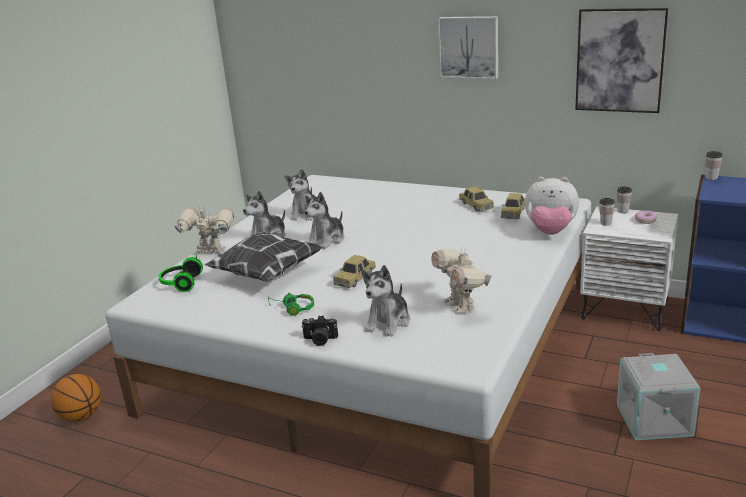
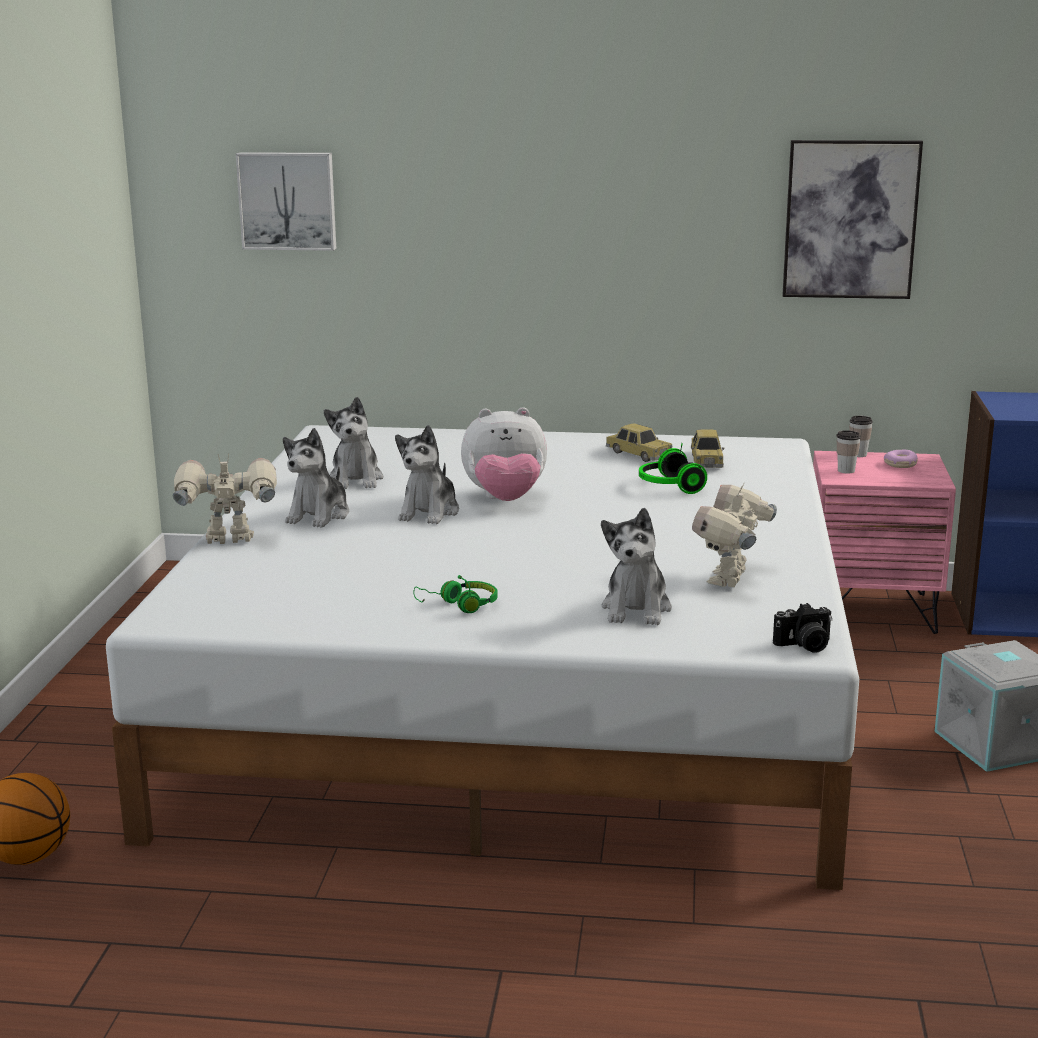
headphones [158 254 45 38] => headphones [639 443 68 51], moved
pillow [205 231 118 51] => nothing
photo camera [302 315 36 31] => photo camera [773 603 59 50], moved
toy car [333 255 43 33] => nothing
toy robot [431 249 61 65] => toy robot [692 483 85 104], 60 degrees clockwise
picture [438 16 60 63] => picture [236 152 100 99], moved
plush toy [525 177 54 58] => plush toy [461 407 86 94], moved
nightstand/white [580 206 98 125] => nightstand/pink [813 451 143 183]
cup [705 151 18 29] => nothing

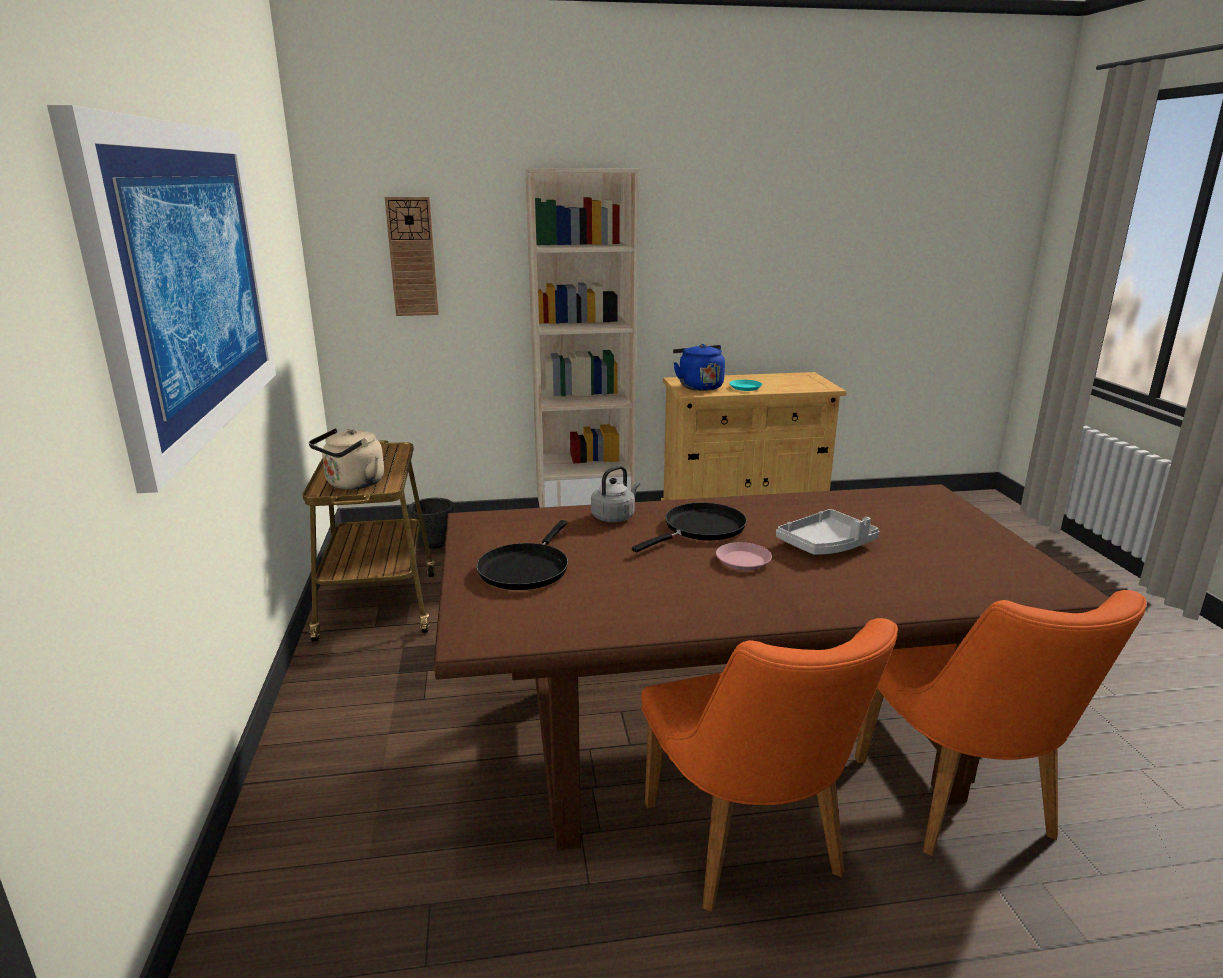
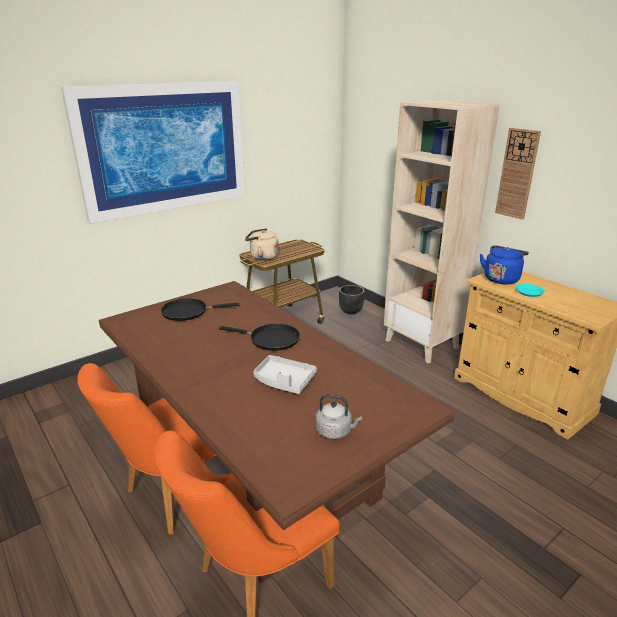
wall clock [385 197 54 119] => wall clock [495 128 46 92], moved
kettle/grey [591 466 49 56] => kettle/grey [315 394 47 45], moved
plate/pink [716 542 56 28] => nothing

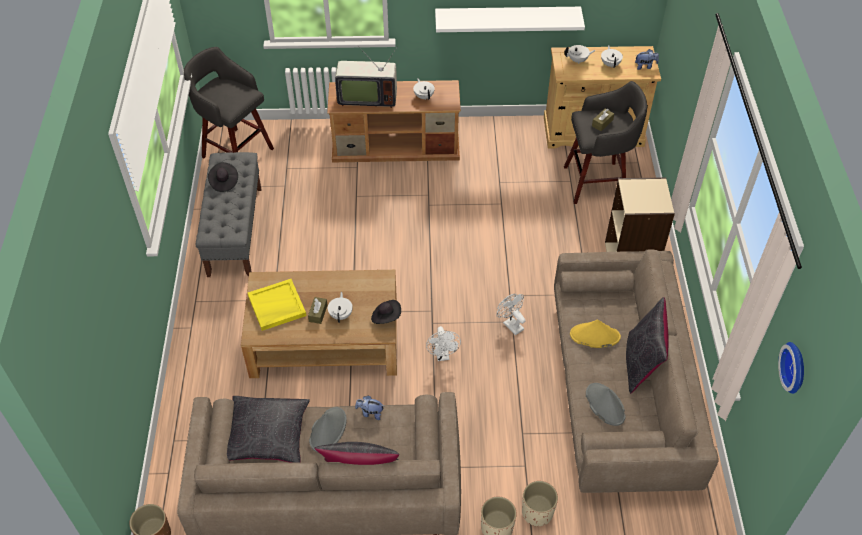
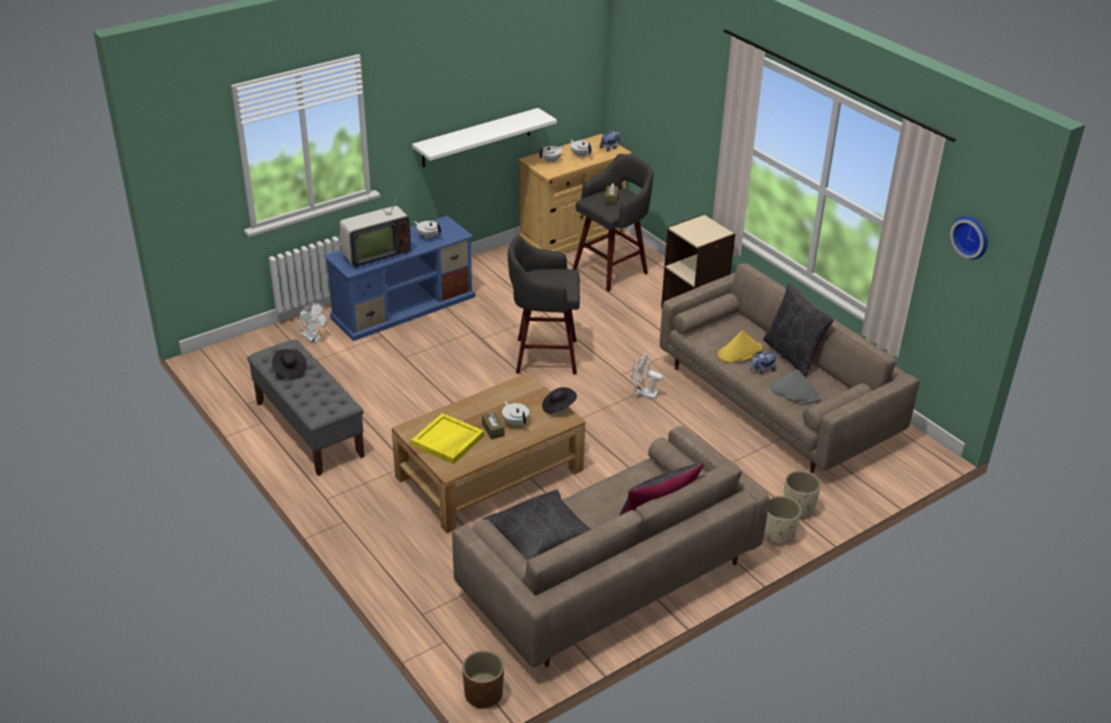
stool/grey [184 47 90 112] => stool/grey [508 236 72 139], moved
hat/grey [309 407 38 46] => nothing
tv stand/brown [327 80 134 82] => tv stand/blue [324 216 151 125]
plush toy [355 396 29 24] => plush toy [750 351 27 23], moved
fan/white [426 326 35 35] => fan/white [299 303 29 41], moved

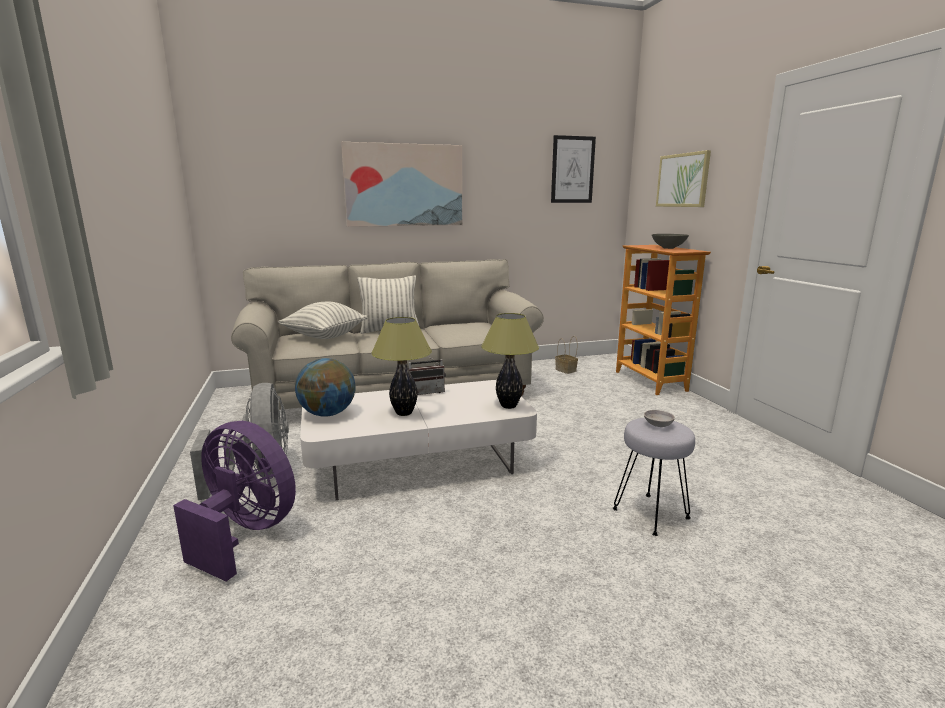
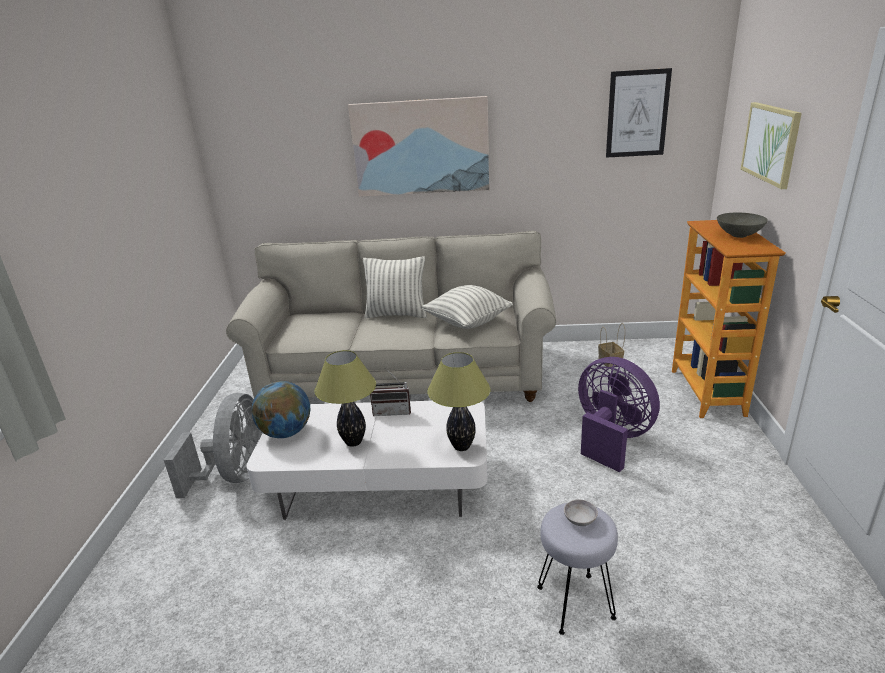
fan/purple [173 421 123 160] => fan/purple [578 357 82 116], moved
pillow [278 302 89 37] => pillow [421 285 92 44], moved

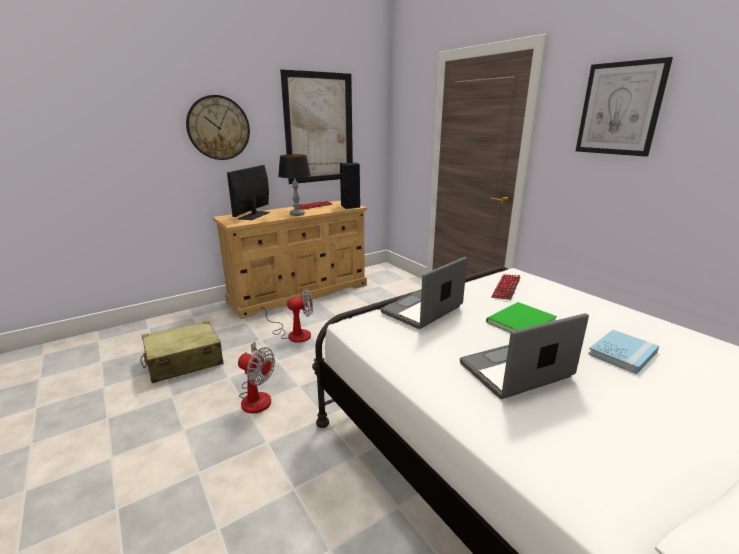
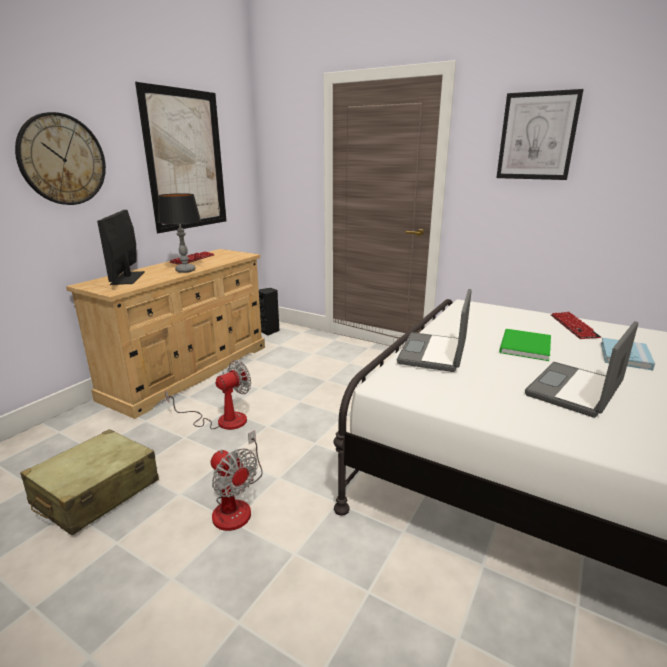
fan [238 342 37 71] => fan [211 430 52 101], 45 degrees clockwise
speaker/black [340 163 20 46] => speaker/black [259 288 20 48], moved
keyboard [491 274 30 26] => keyboard [551 312 50 27], moved

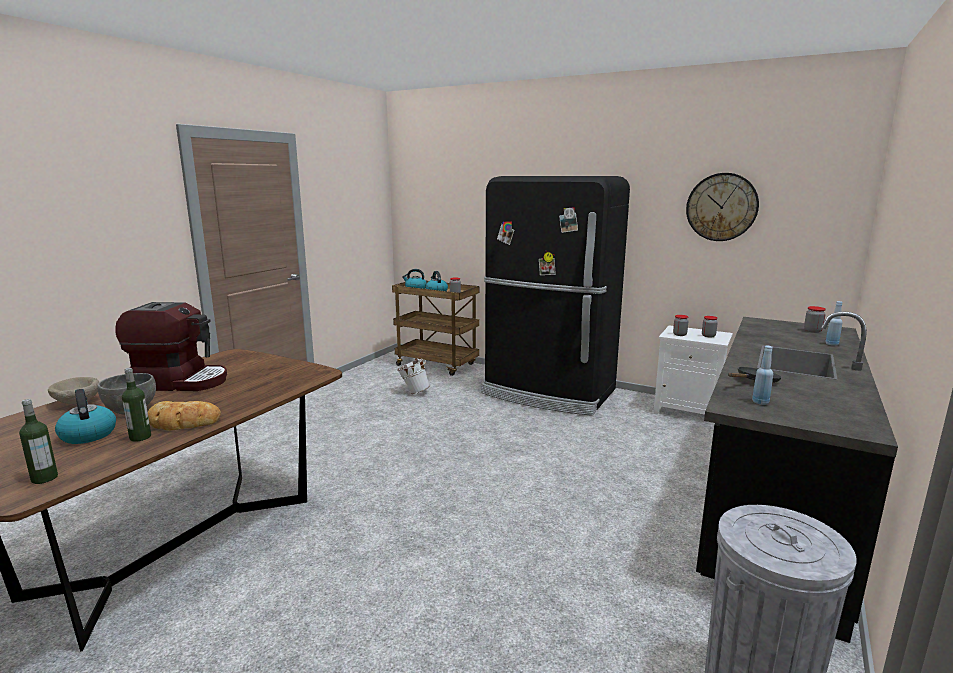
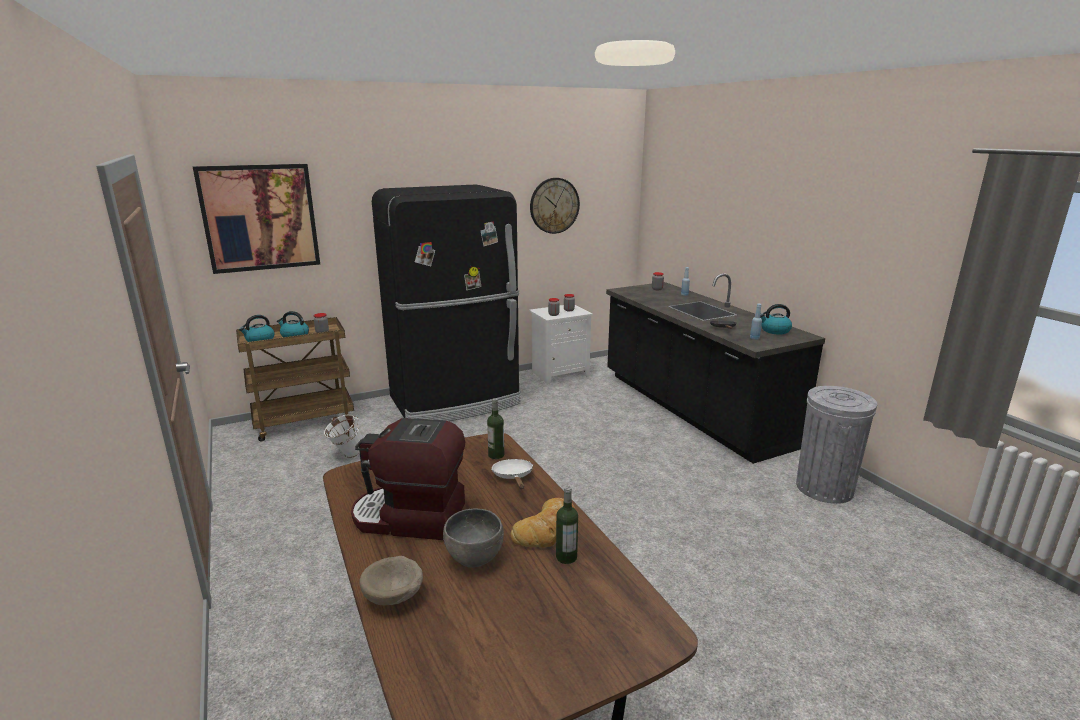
bottle [19 399 39 85] => bottle [487 398 17 61], moved
kettle [55 389 61 55] => kettle [760 304 32 31], moved
coffee machine [115 302 112 89] => coffee machine [351 418 114 122], 120 degrees counterclockwise
nothing => picture [193 164 127 110]
nothing => frying pan/white [491 459 42 30]

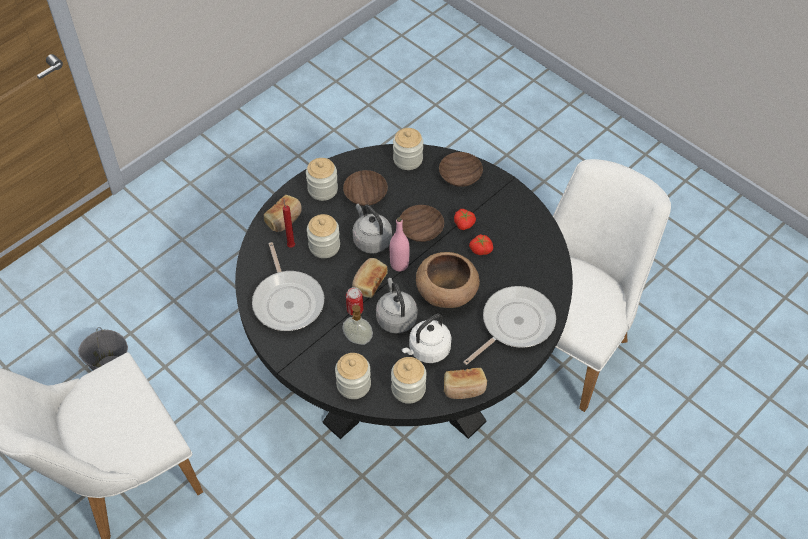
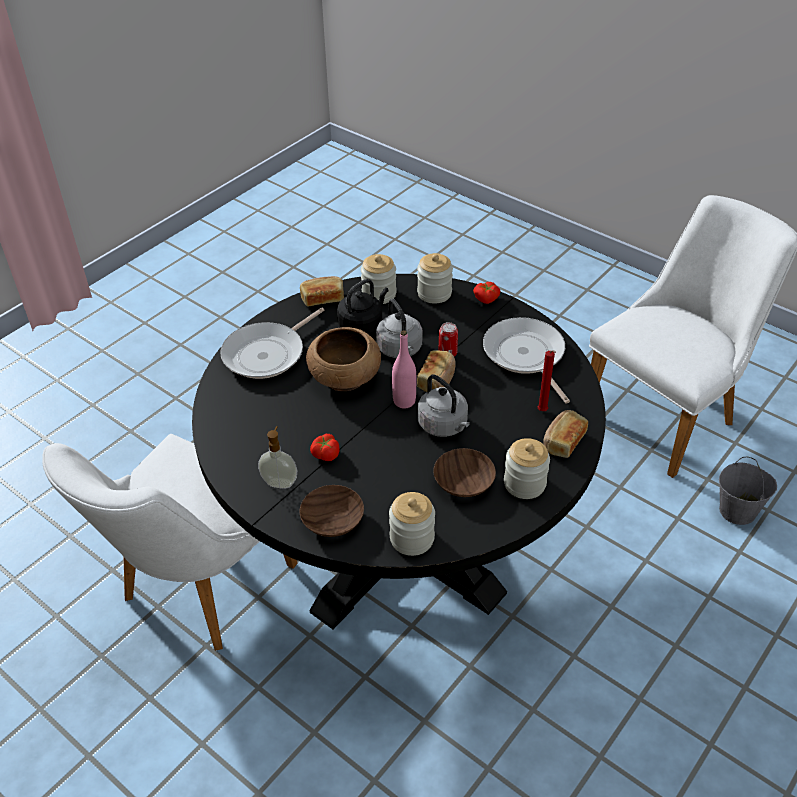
jar [307 214 33 44] => nothing
soap dispenser [342 305 31 40] => soap dispenser [258 426 39 63], moved
bowl/brown [400 205 44 37] => nothing
kettle/white [402 314 50 49] => kettle/black [337 279 52 55]
tomato [469 234 24 21] => tomato [473 282 27 22], moved

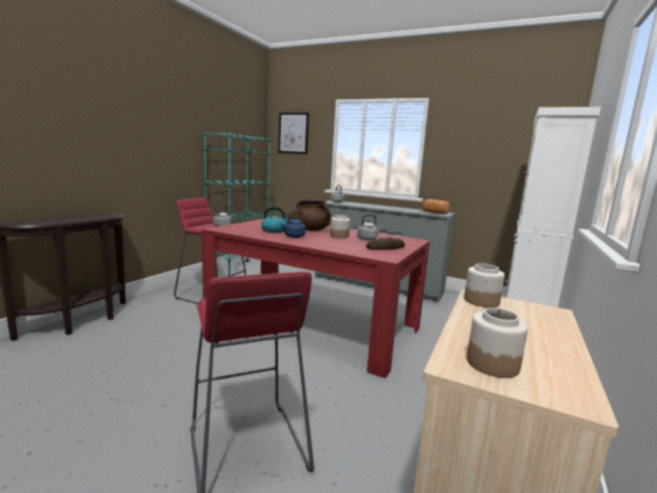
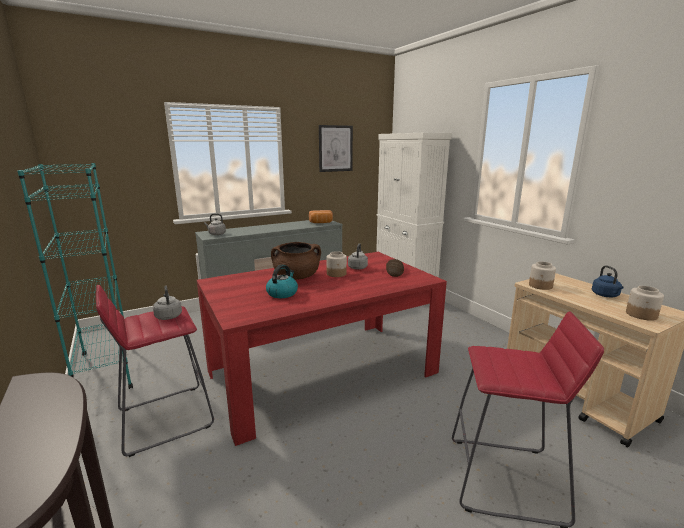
picture [278 112 31 42] => picture [319 125 34 47], moved
kettle/blue [280 211 26 27] => kettle/blue [592 266 32 31], moved

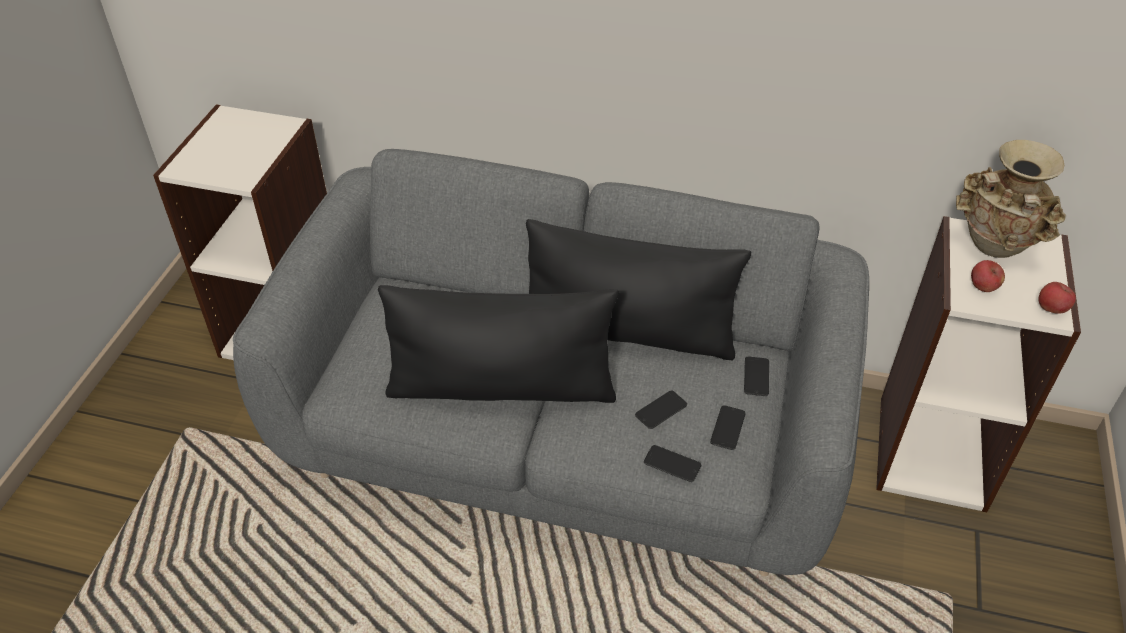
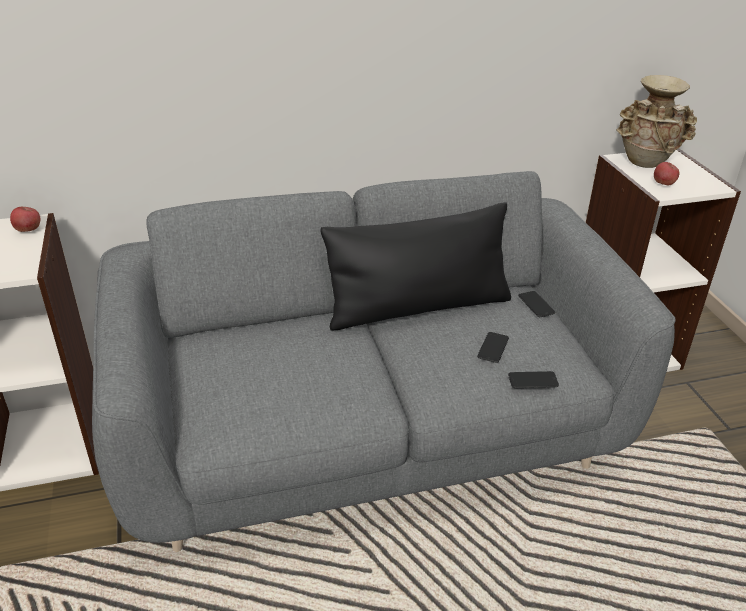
pillow/black [378 285 241 118] => nothing
phone [710 405 36 45] => nothing
apple [1038 282 38 32] => apple [10 207 30 25], moved

